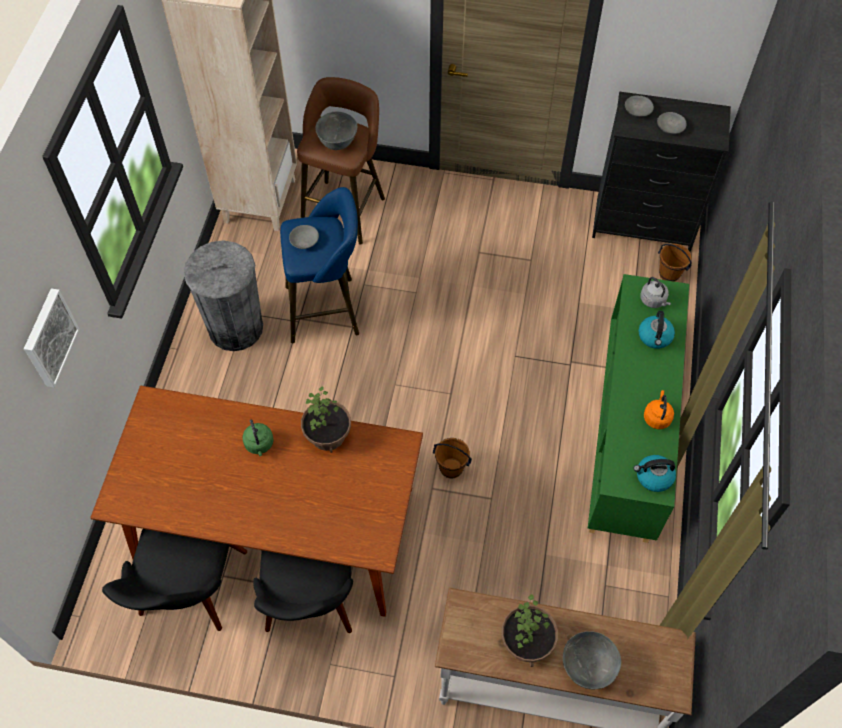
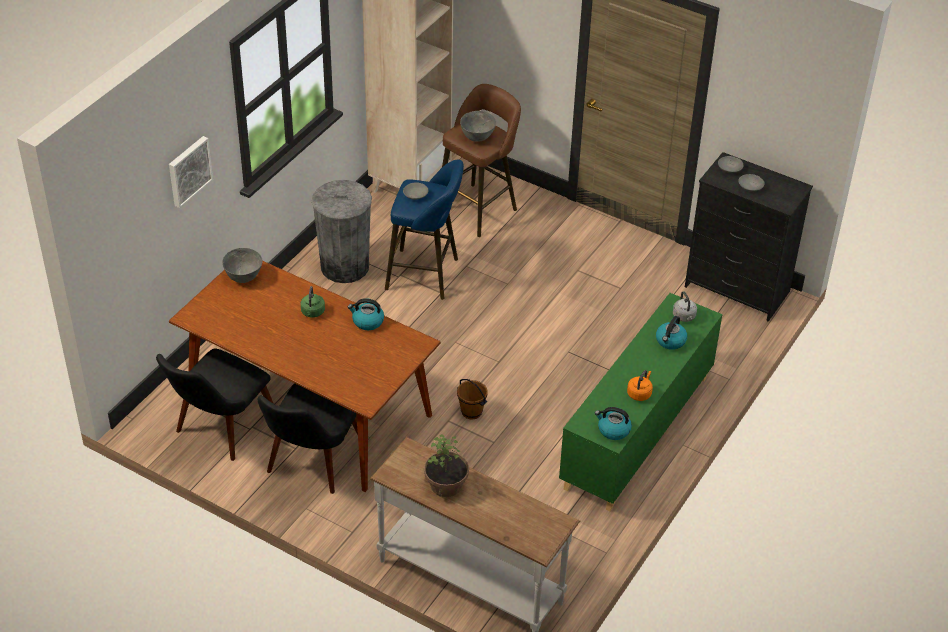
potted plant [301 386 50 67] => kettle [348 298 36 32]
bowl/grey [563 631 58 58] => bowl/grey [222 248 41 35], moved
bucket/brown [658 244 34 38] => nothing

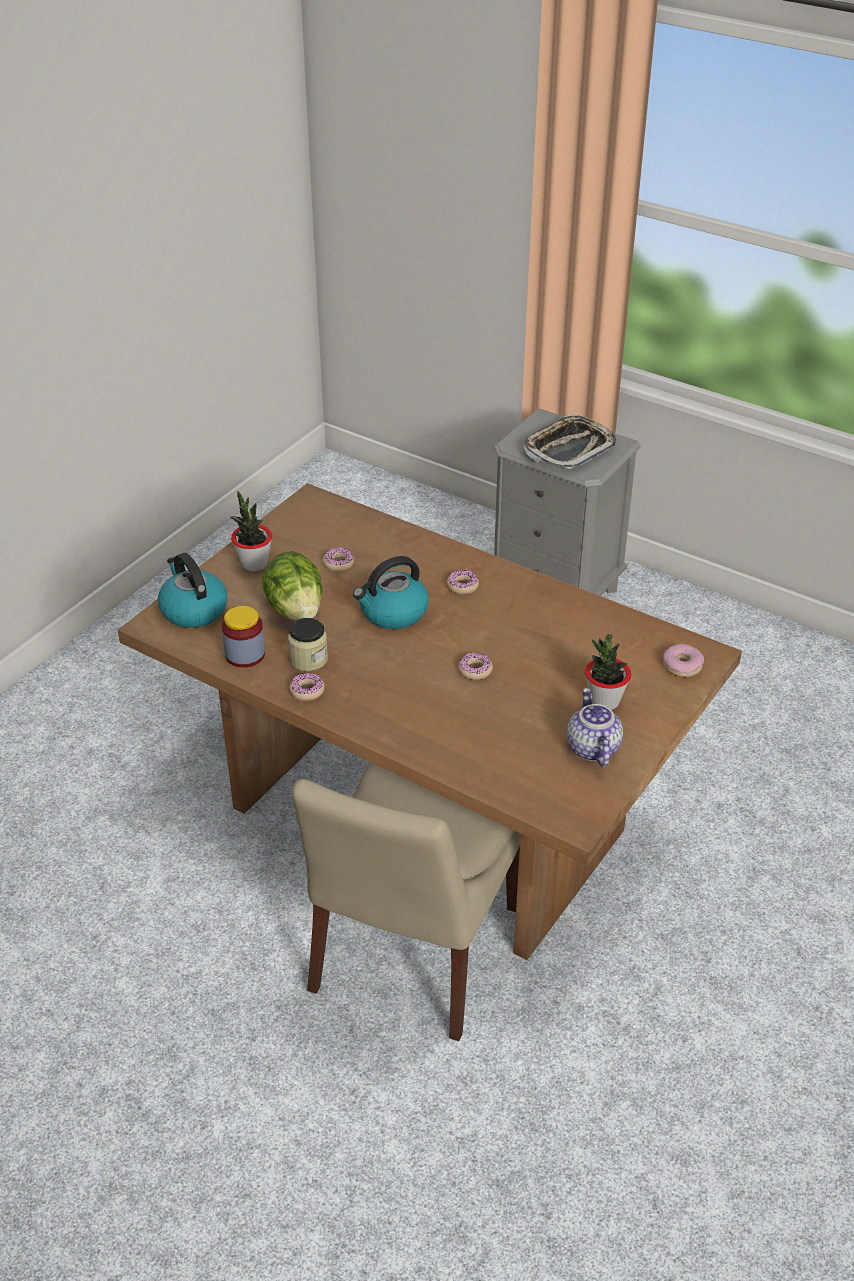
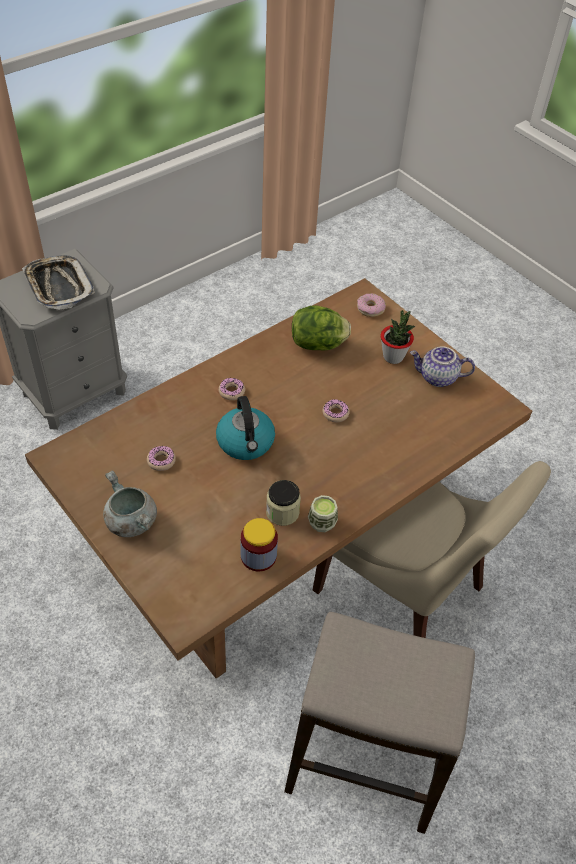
kettle [158 553 70 75] => nothing
potted plant [231 491 41 81] => cooking pot/grey [103 471 54 66]
lettuce [262 551 60 70] => lettuce [292 305 59 45], moved
donut [289 673 36 28] => cup [308 495 30 37]
nothing => stool [284 612 191 222]

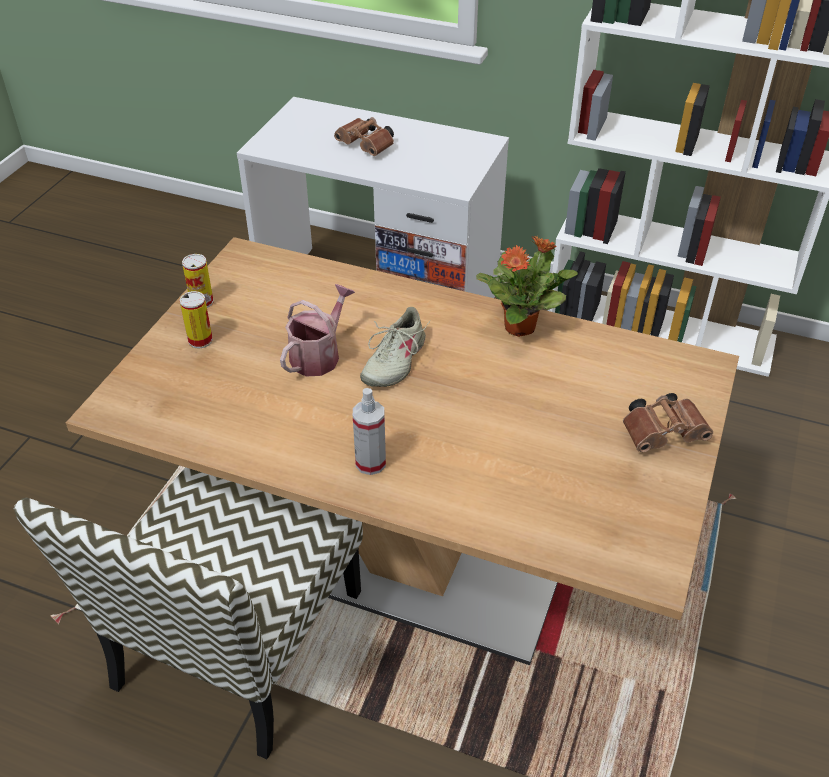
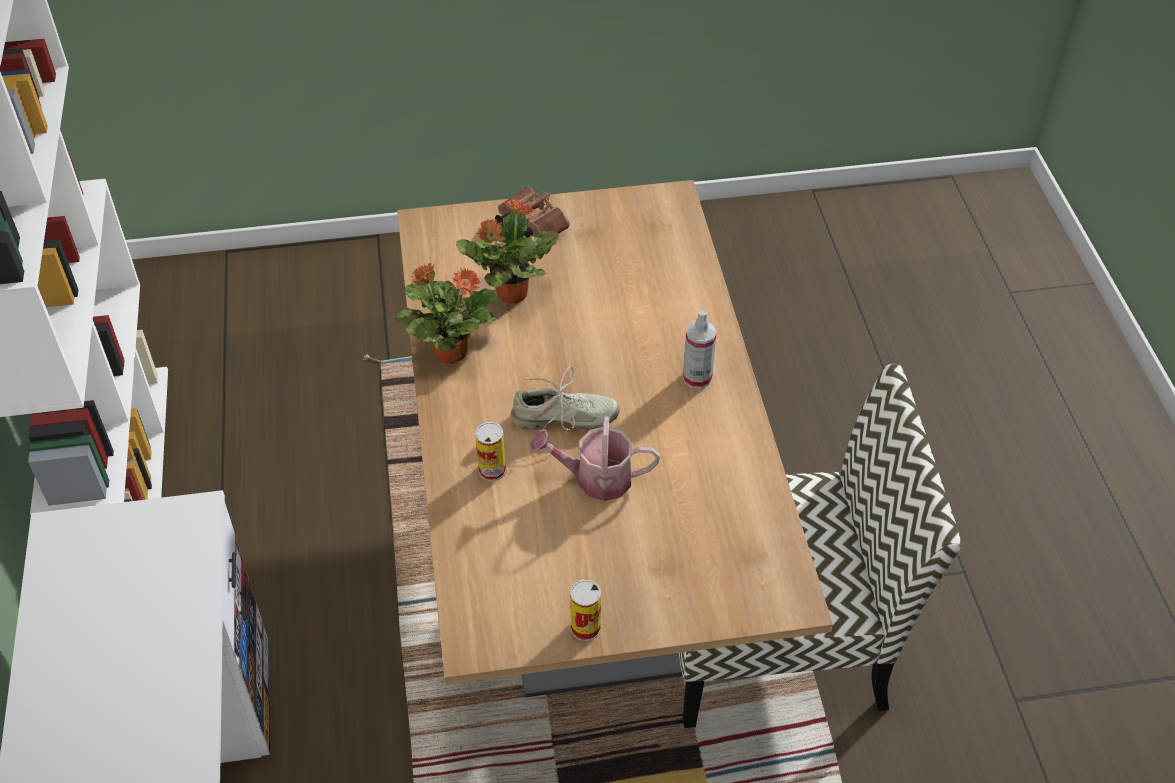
can [179 291 34 57] => can [475 422 31 59], moved
binoculars/brown [334 117 60 39] => nothing
nothing => potted plant [456 199 102 105]

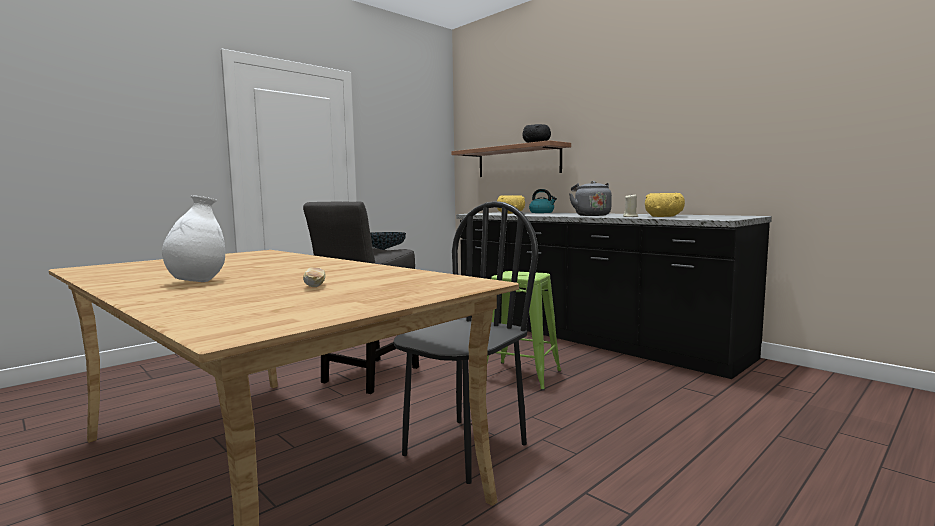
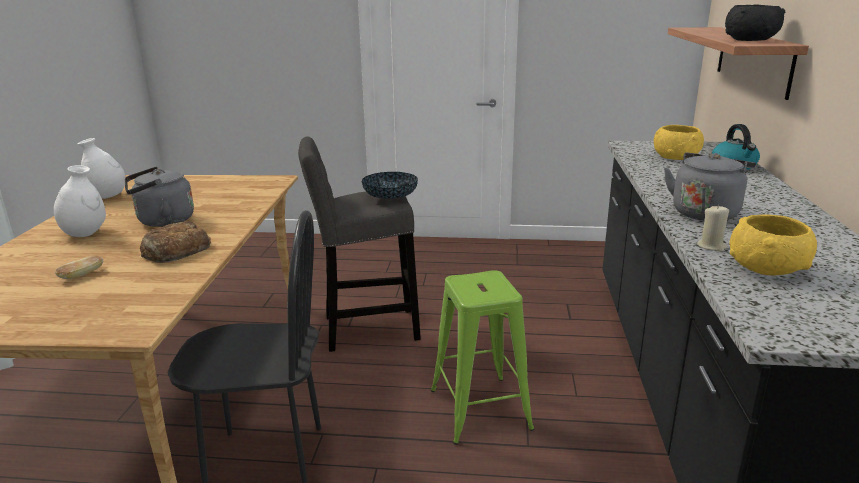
nothing => vase/white [78 138 47 61]
nothing => kettle/grey [125 167 69 60]
nothing => bread [140 221 71 42]

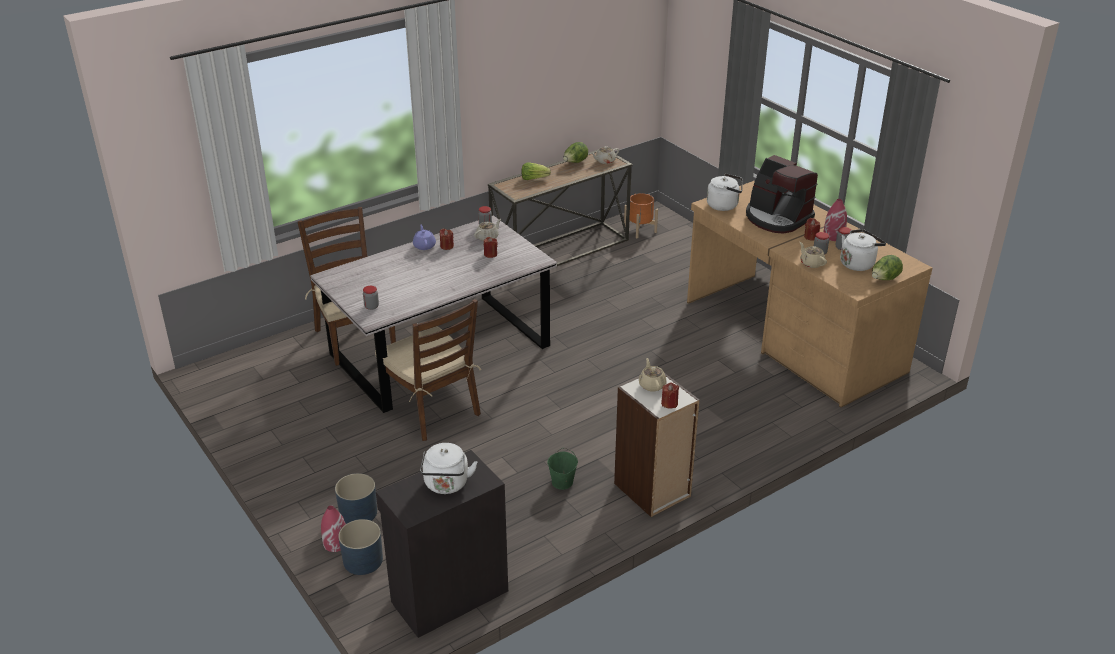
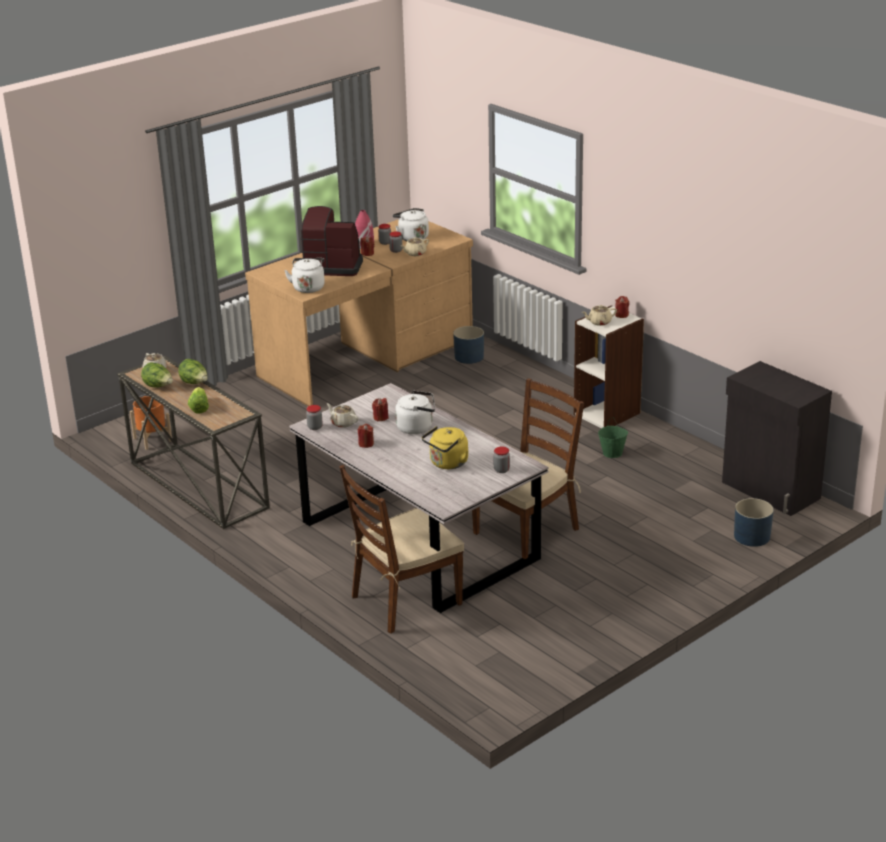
vase/red [321 505 25 47] => nothing
planter/blue [335 473 42 51] => planter/blue [453 326 31 38], moved
teapot/purple [413 225 23 25] => nothing
kettle/white [420 443 58 51] => kettle/white [395 391 40 43], moved
coffee machine [746 155 72 79] => coffee machine [300 206 63 70], 120 degrees counterclockwise
lettuce [872 255 31 25] => lettuce [178 359 30 25], moved
nothing => kettle/yellow [422 426 47 43]

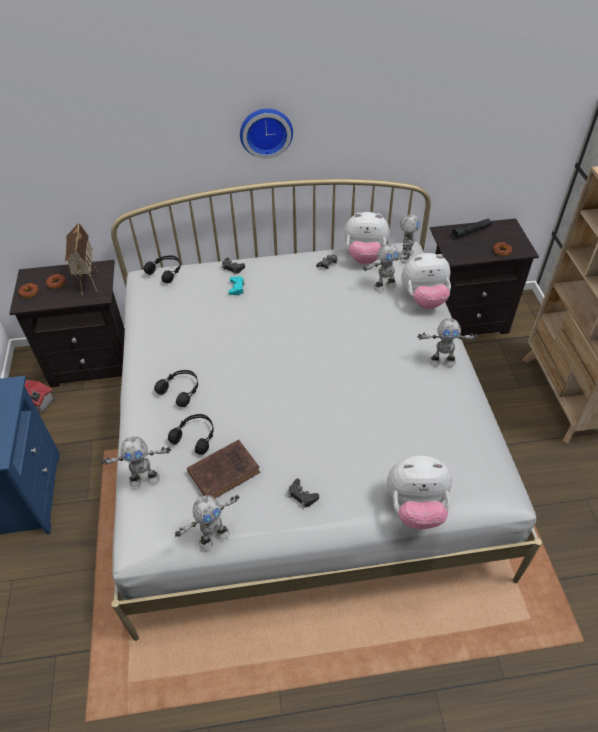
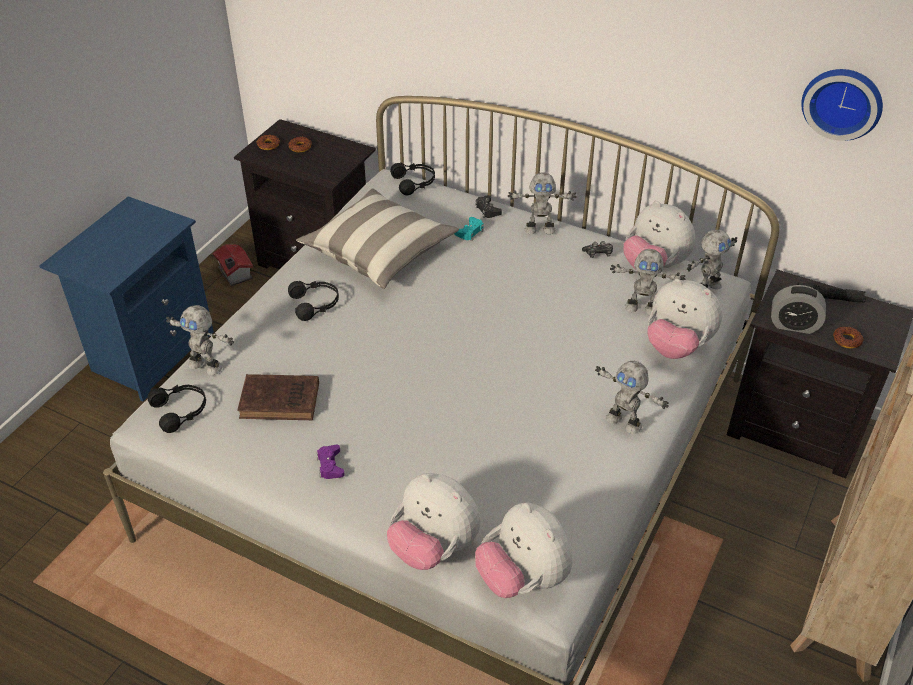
toy house [65 222 34 73] => nothing
headphones/black [168 414 46 41] => headphones/black [148 385 58 48], moved
toy robot [175 495 65 55] => toy robot [508 173 69 62], moved
wall clock [240 108 53 51] => wall clock [801 69 82 72], moved
game controller/black [288 479 31 29] => game controller/purple [317 444 28 35]
nothing => pillow [296 188 163 101]
nothing => plush toy [475 502 97 96]
nothing => alarm clock [771 285 55 49]

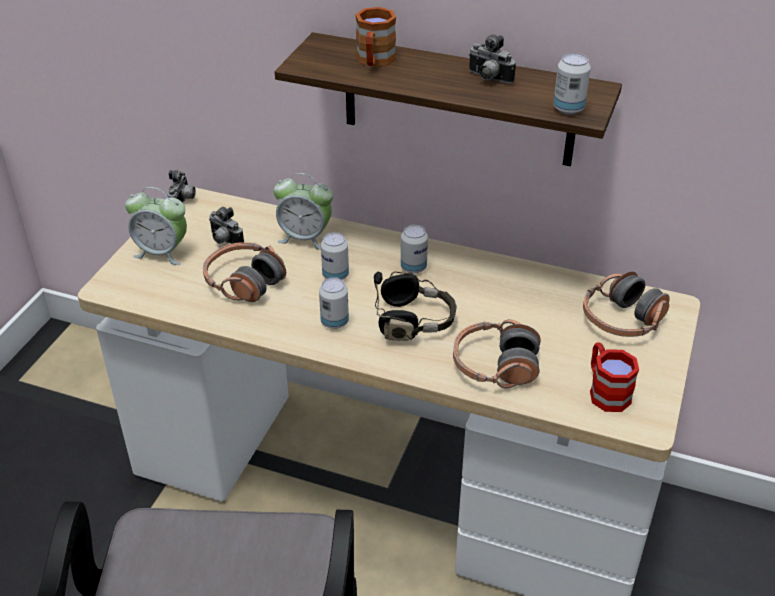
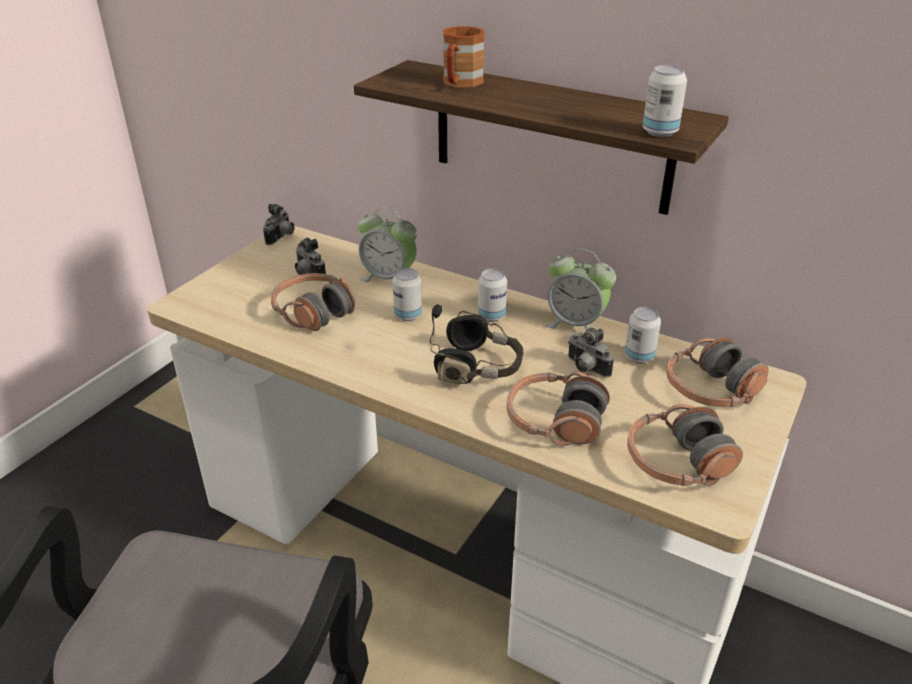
alarm clock [125 187 62 78] => alarm clock [545 249 71 81], moved
can [319 277 30 52] => can [625 307 36 56], moved
photo camera [468 34 48 50] => photo camera [568 328 46 50], moved
mug/red [590 342 49 70] => headphones [627 404 116 83]

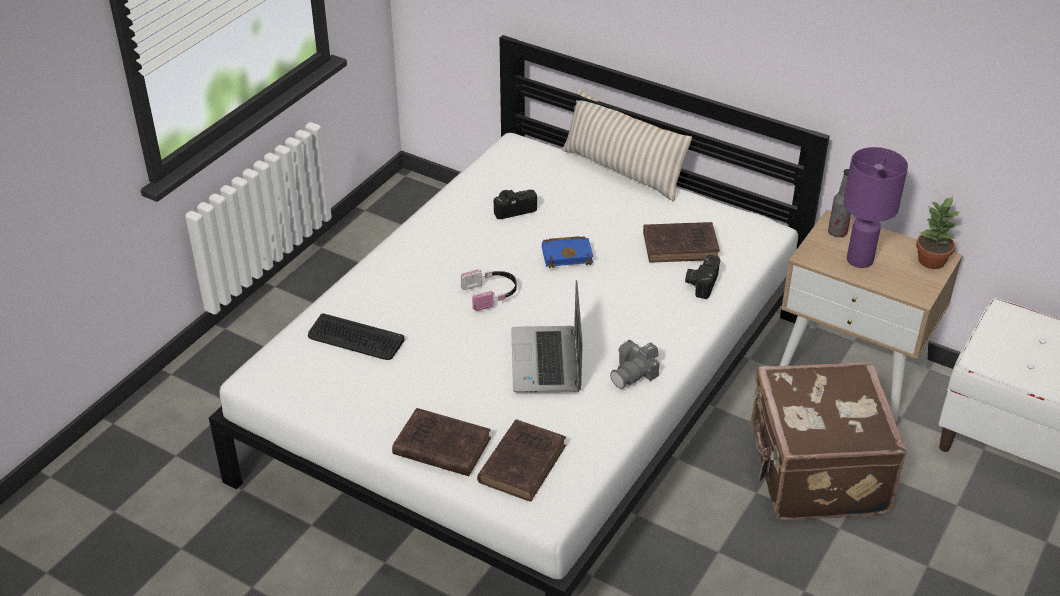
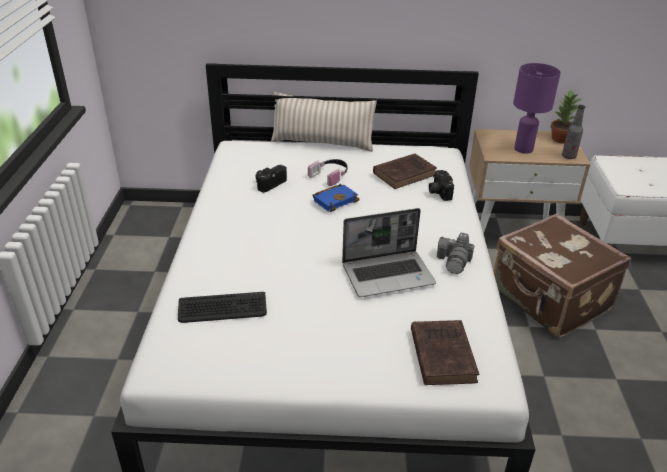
book/brown [392 408 99 68] => nothing
headphones [461 269 56 42] => headphones [308 159 39 27], moved
laptop [511 280 72 113] => laptop [342 208 94 89], 75 degrees counterclockwise
bottle [828 169 23 68] => bottle [562 105 23 54], moved

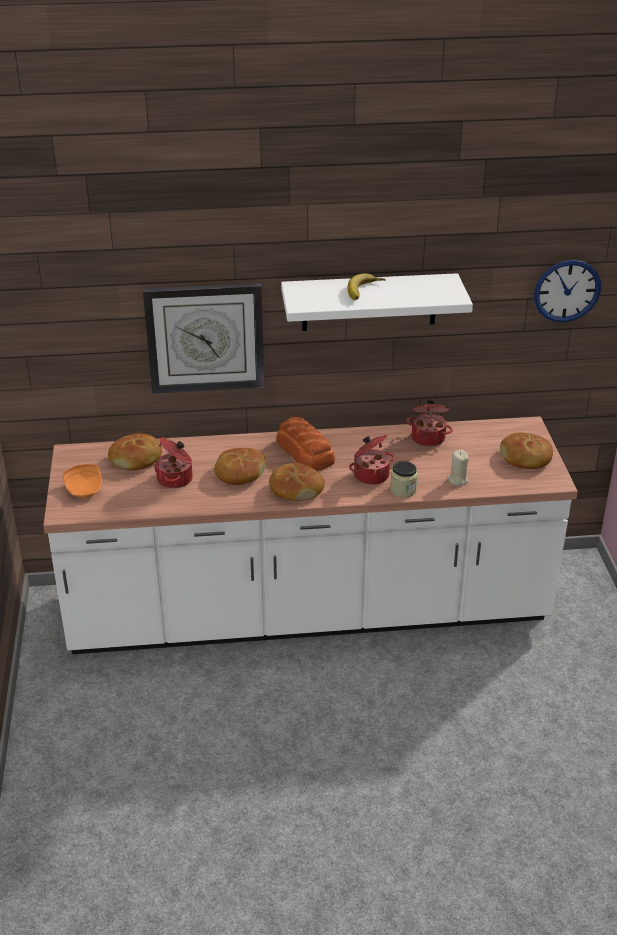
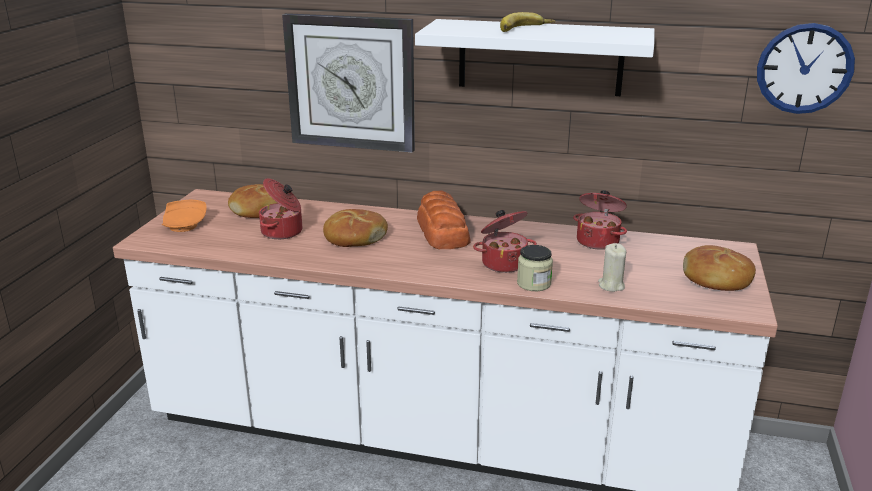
bread [269 463 56 38] => nothing

